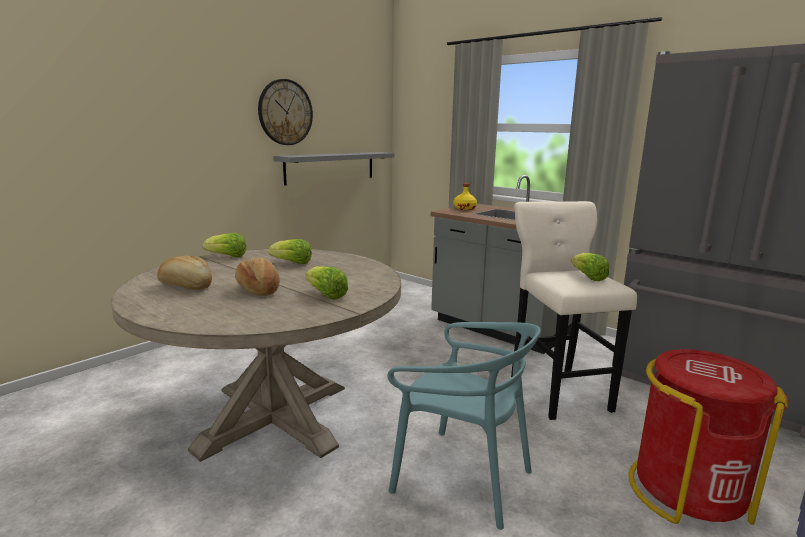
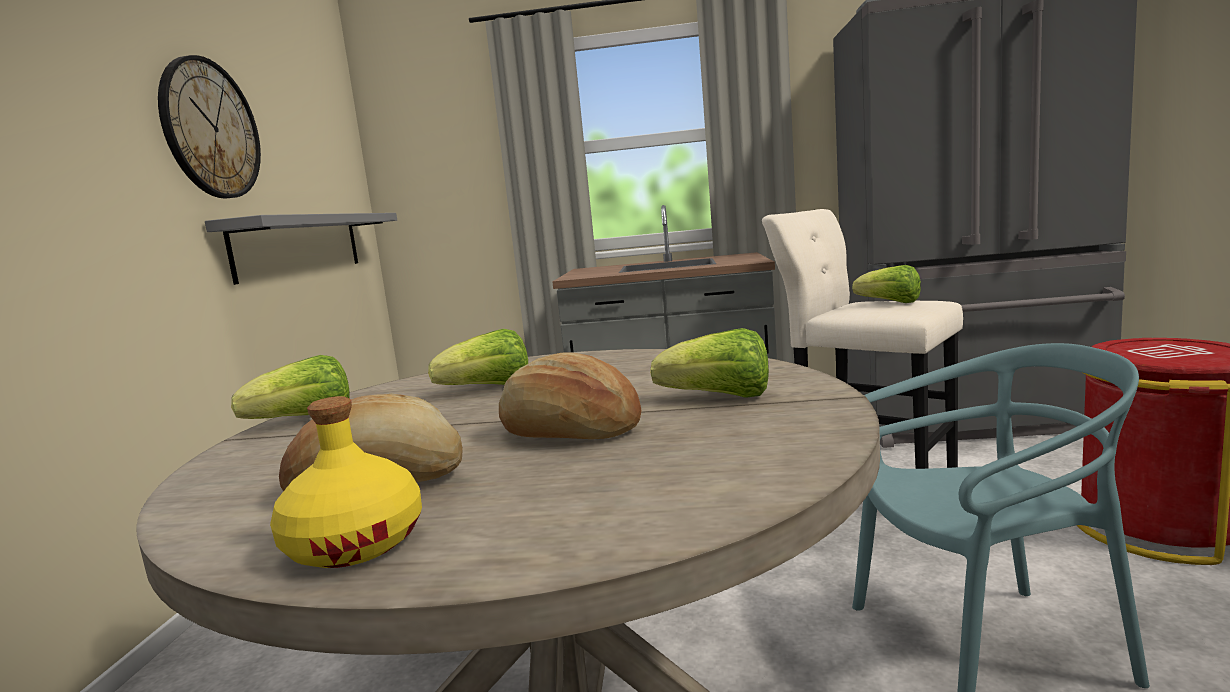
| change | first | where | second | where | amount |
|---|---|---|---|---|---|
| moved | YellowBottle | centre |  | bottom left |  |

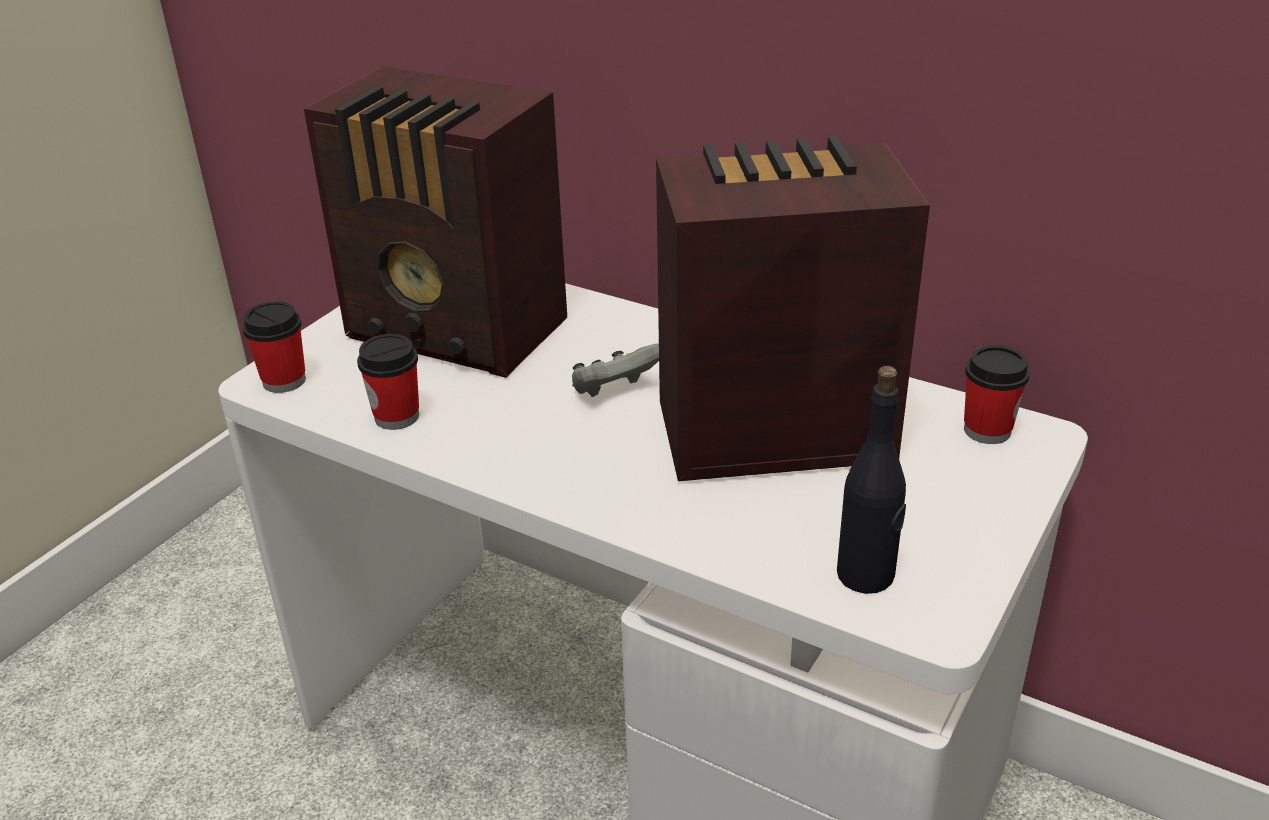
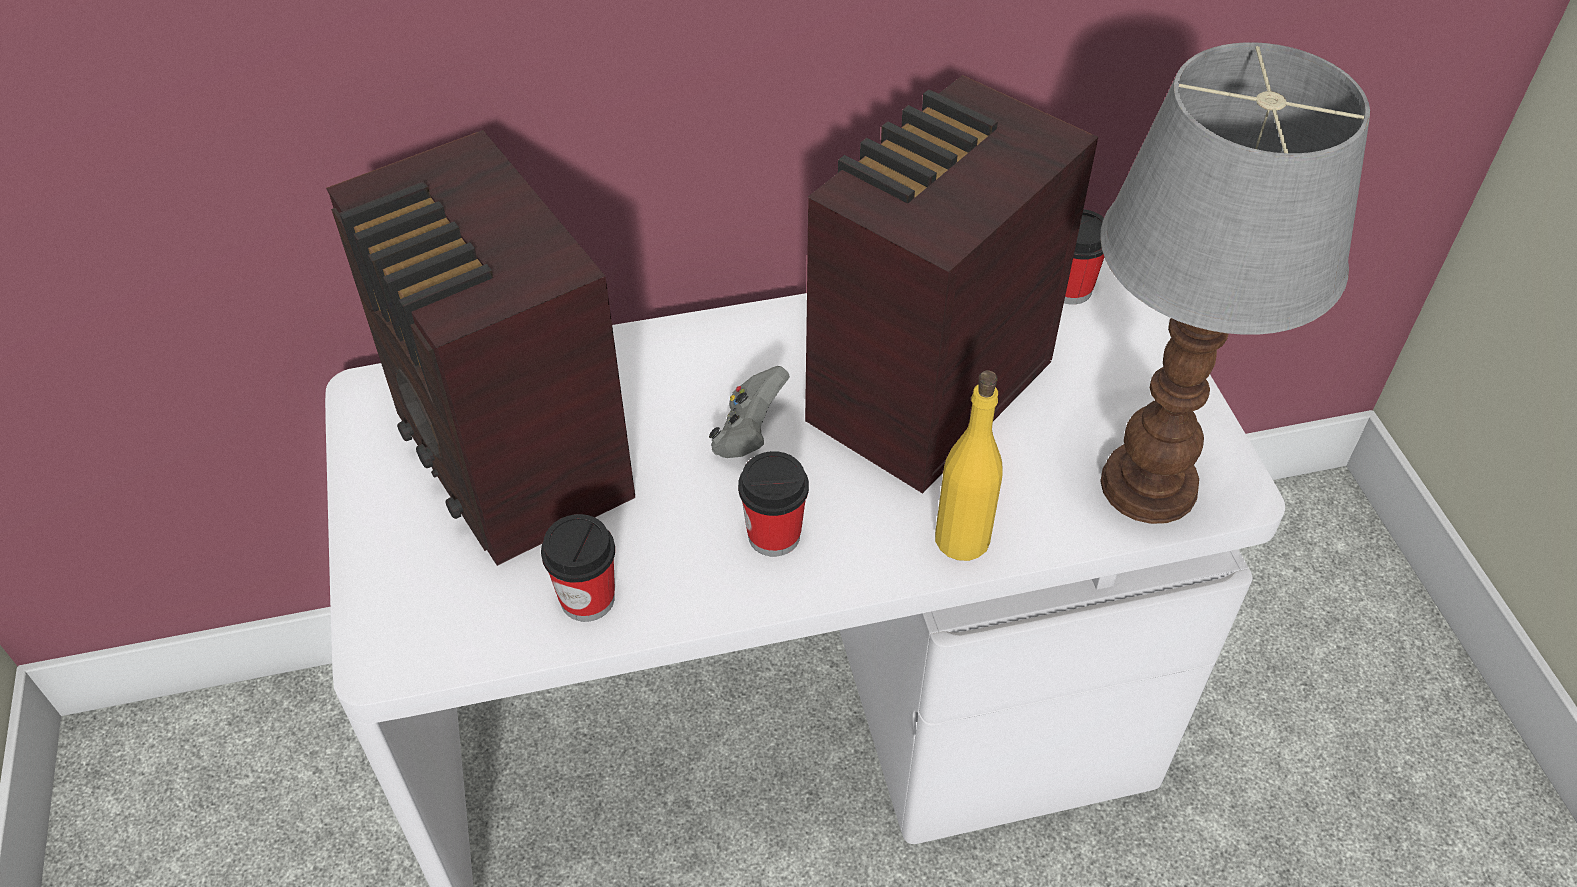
| change | first | where | second | where | amount |
|---|---|---|---|---|---|
| turned | Radio (1st from left) | top centre |  | middle left | 75 degrees clockwise |
| moved | Cup (1st from left in the first image) | middle left | Cup (2nd from left) | centre |  |
| added |  |  | YellowBottle | centre |  |
| replaced | BlackBottle | middle right | TableLamp | top right |  |

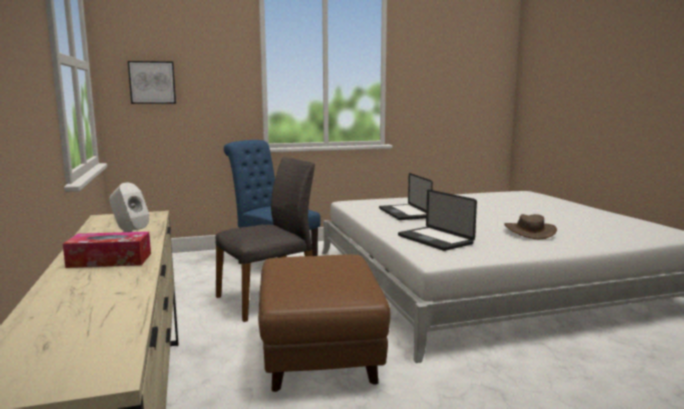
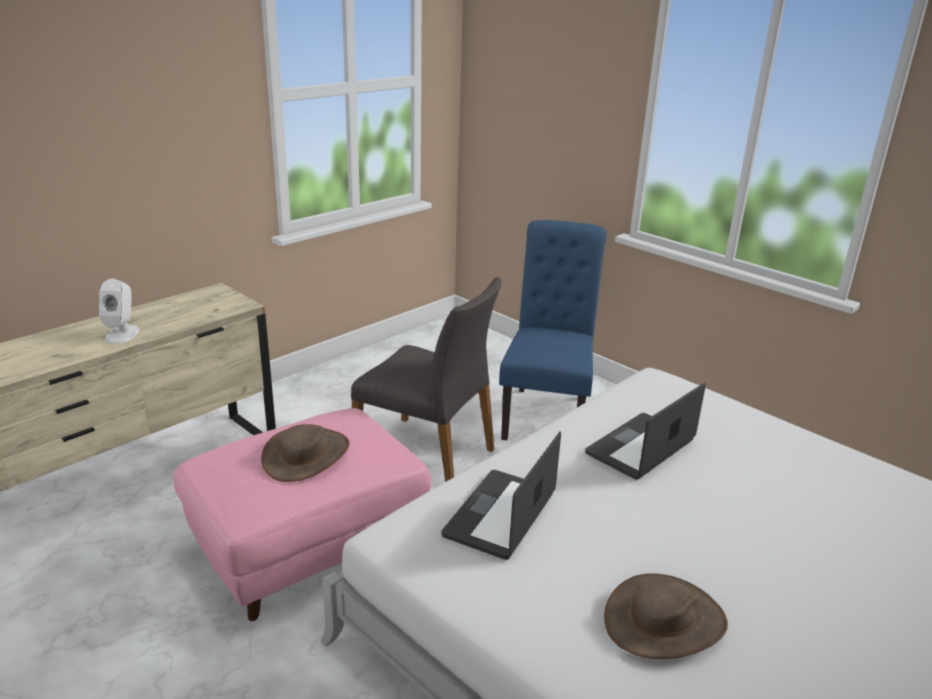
| change | first | where | second | where | amount |
|---|---|---|---|---|---|
| recoloured | BrownOttoman | bottom centre | PinkOttoman | bottom left |  |
| added |  |  | BrownHat (1st from left) | middle left |  |
| removed | TissueBox | middle left |  |  |  |
| removed | Picture | top left |  |  |  |

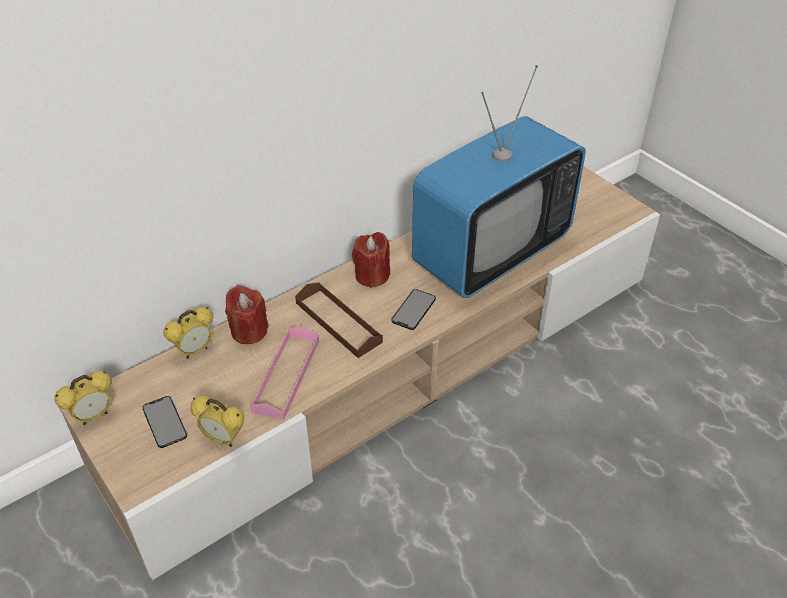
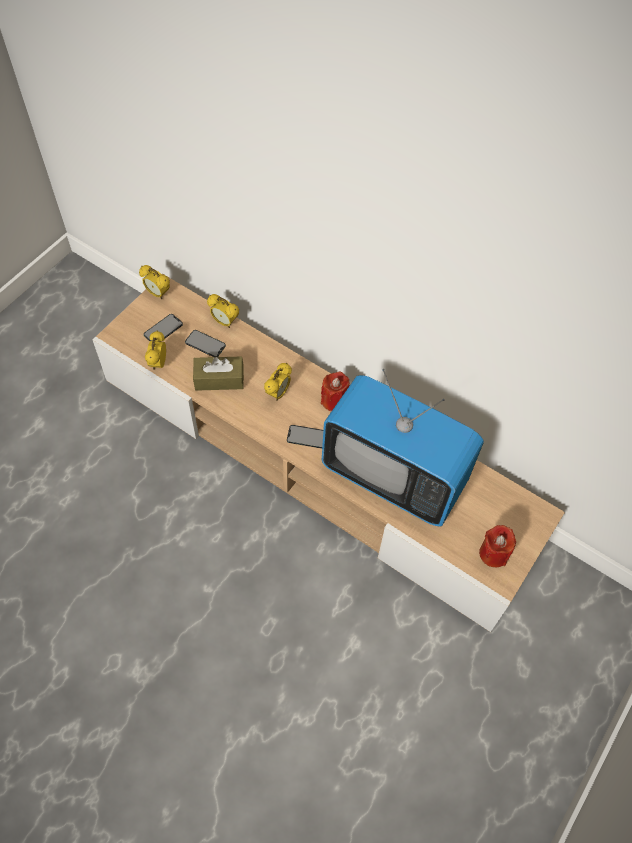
| change | first | where | second | where | amount |
|---|---|---|---|---|---|
| added |  |  | Phone (2nd from left) | middle left |  |
| replaced | PinkTray | centre | BrownTissueBox | centre |  |
| replaced | BrownTray | centre | AlarmClock (4th from left) | centre |  |
| moved | RedCandle (1st from left in the first image) | middle left | RedCandle (2nd from left) | middle right |  |

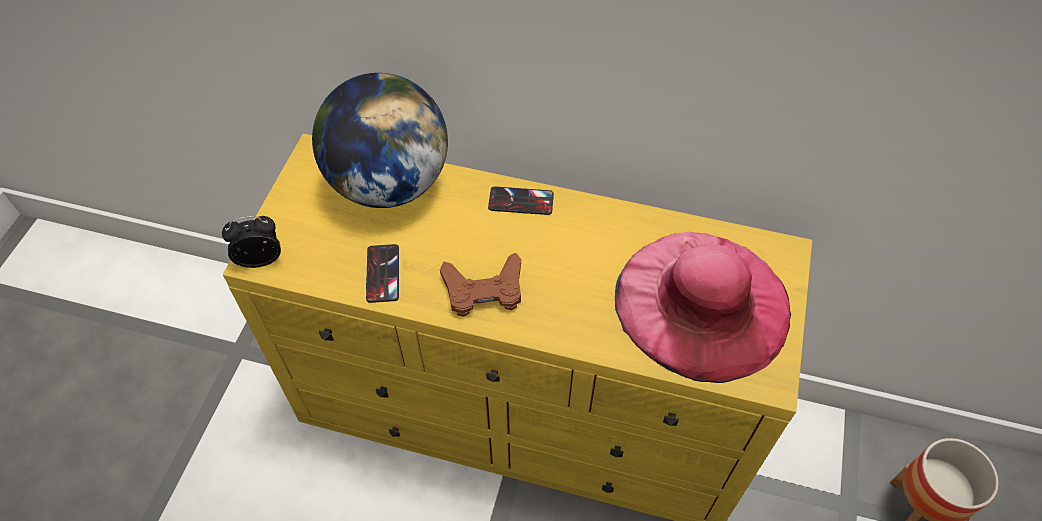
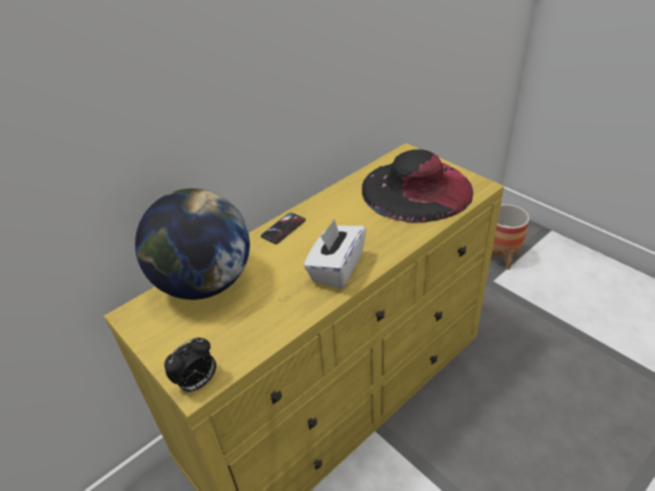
| change | first | where | second | where | amount |
|---|---|---|---|---|---|
| turned | AlarmClock | middle left |  | bottom left | 150 degrees counterclockwise |
| replaced | BrownGameController | centre | WhiteTissueBox | centre |  |
| recoloured | PinkHat | middle right | BlackHat | centre |  |
| removed | Phone (1st from left) | centre |  |  |  |

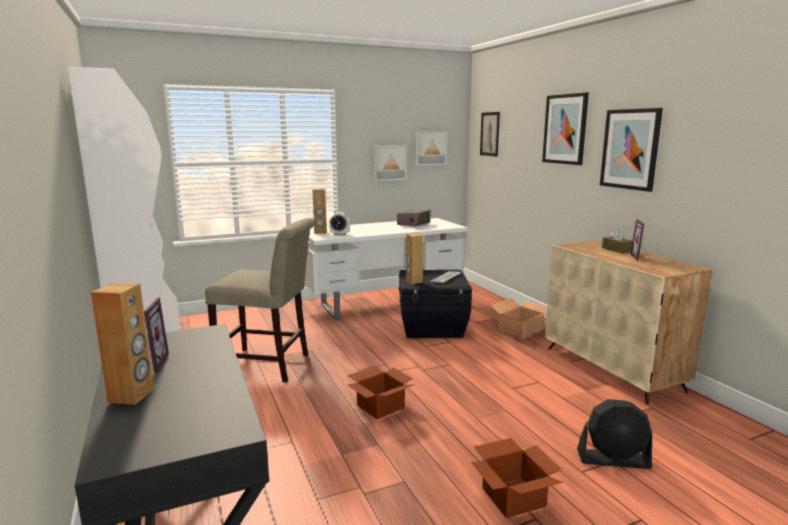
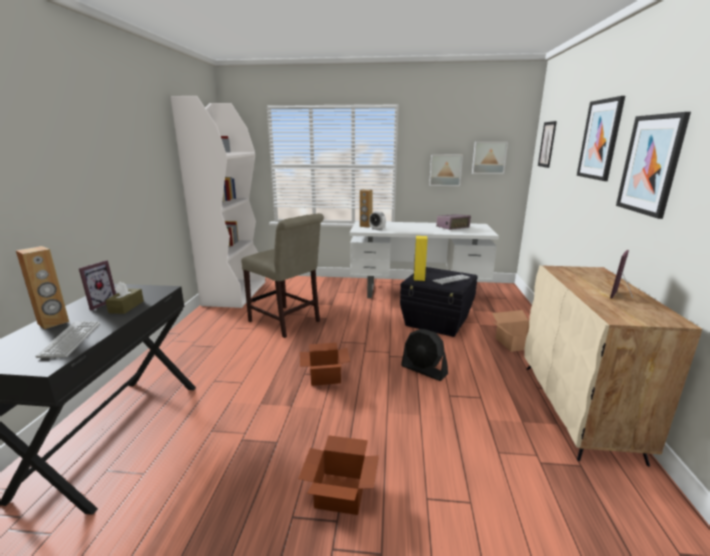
| change | first | where | second | where | amount |
|---|---|---|---|---|---|
| added |  |  | Keyboard (1st from left) | middle left |  |
| moved | BrownTissueBox | middle right |  | middle left |  |
| moved | BlackFan | bottom right |  | centre |  |
| recoloured | BrownSpeaker (3rd from left) | centre | YellowSpeaker | centre |  |

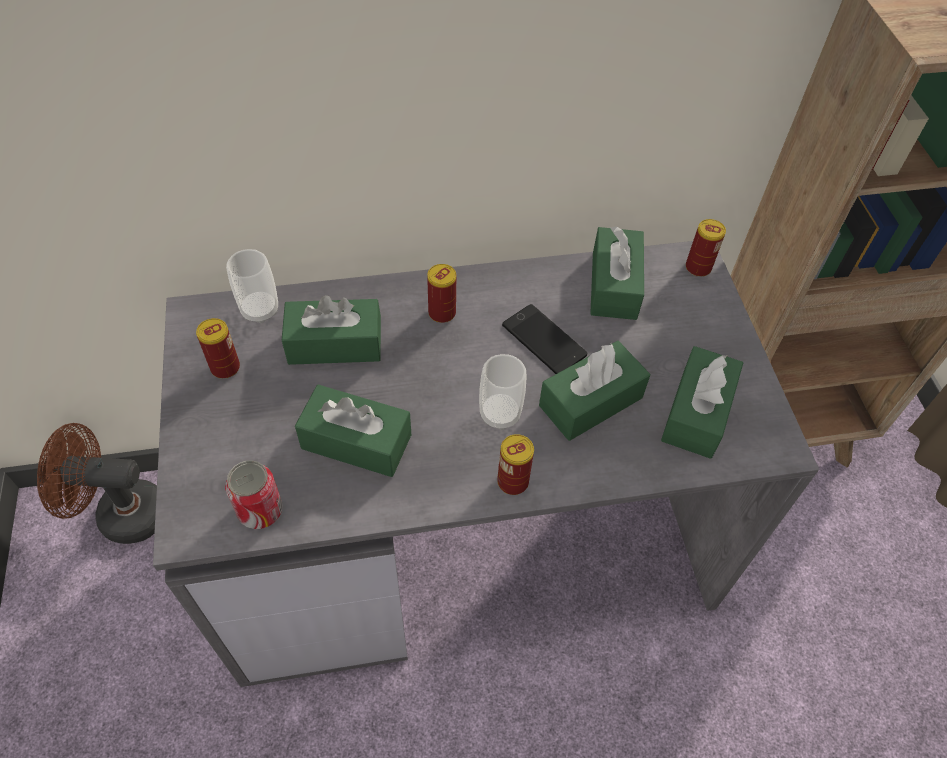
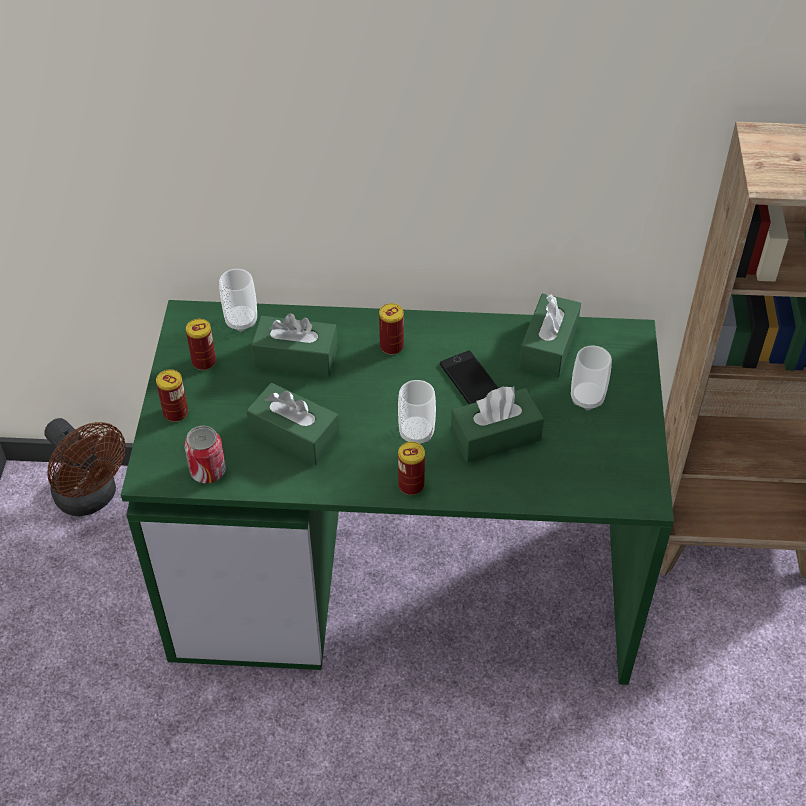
| change | first | where | second | where | amount |
|---|---|---|---|---|---|
| turned | BrownFan | middle left |  | middle left | 150 degrees counterclockwise |
| recoloured | GreyDesk | centre | GreenDesk | centre |  |
| moved | Can (5th from left in the first image) | top right | Can (1st from left) | middle left |  |
| added |  |  | Cup (3rd from left) | middle right |  |
| removed | GreenTissueBox (5th from left) | middle right |  |  |  |

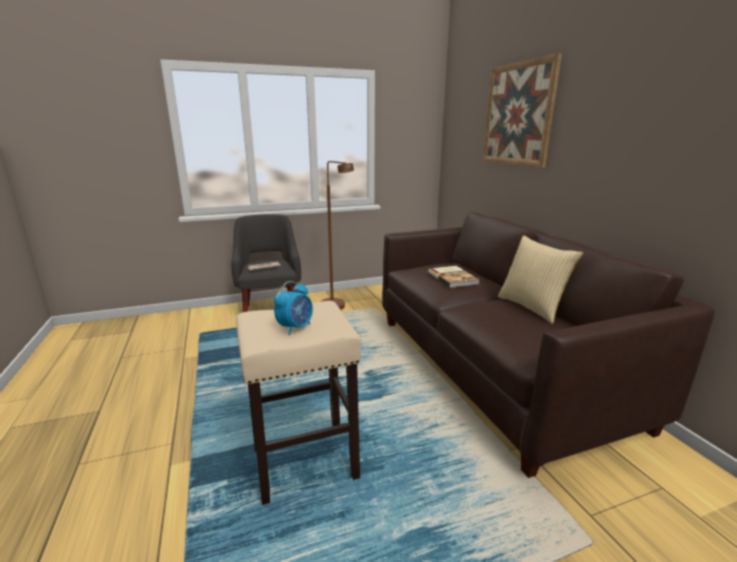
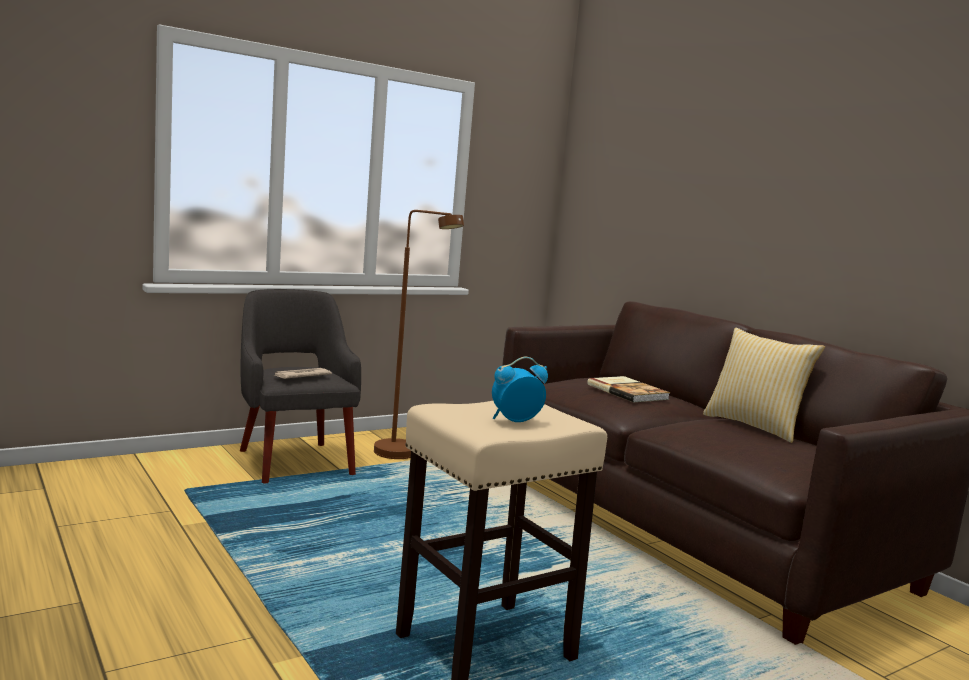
| change | first | where | second | where | amount |
|---|---|---|---|---|---|
| turned | AlarmClock | centre |  | centre | 135 degrees counterclockwise |
| removed | Picture | top right |  |  |  |

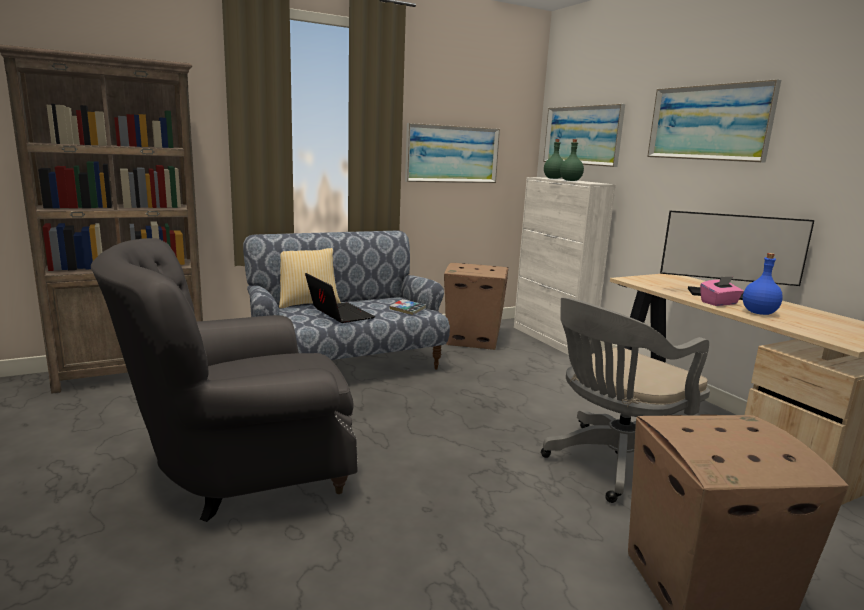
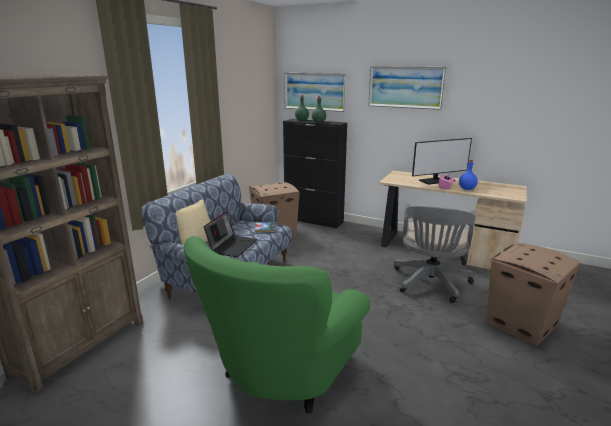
| change | first | where | second | where | amount |
|---|---|---|---|---|---|
| recoloured | GreyArmchair | middle left | GreenArmchair | bottom centre |  |
| turned | Laptop | centre |  | centre | 90 degrees clockwise |
| recoloured | WhiteCabinet | centre | BlackCabinet | centre |  |
| removed | Picture (1st from left) | top centre |  |  |  |

